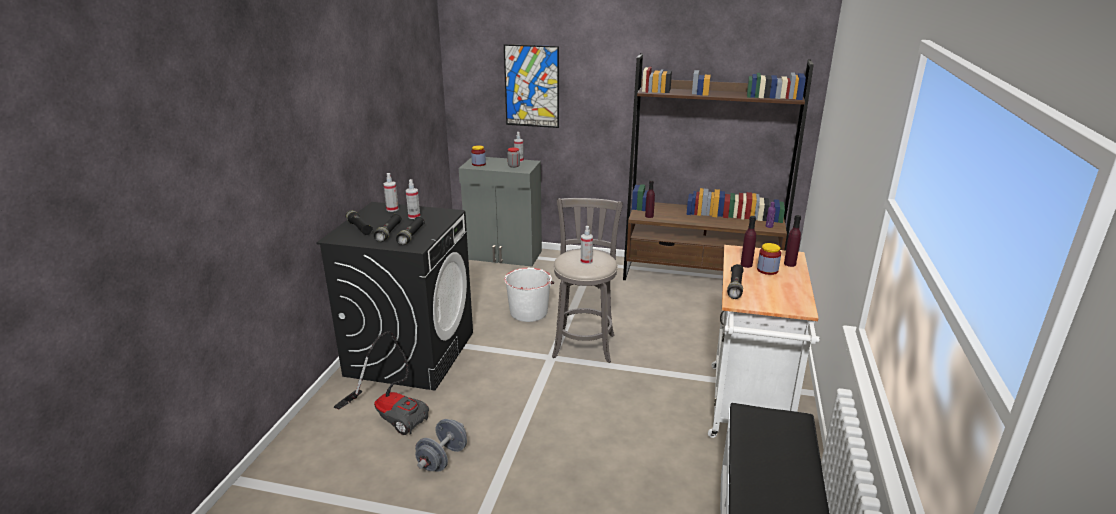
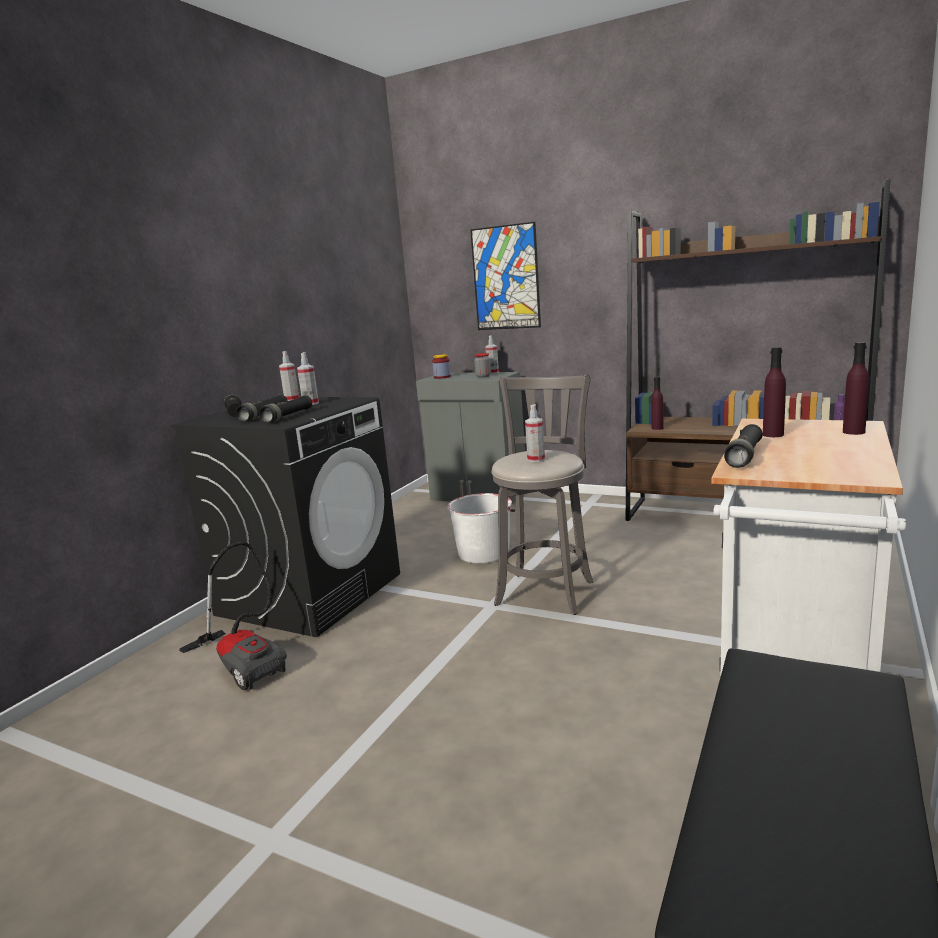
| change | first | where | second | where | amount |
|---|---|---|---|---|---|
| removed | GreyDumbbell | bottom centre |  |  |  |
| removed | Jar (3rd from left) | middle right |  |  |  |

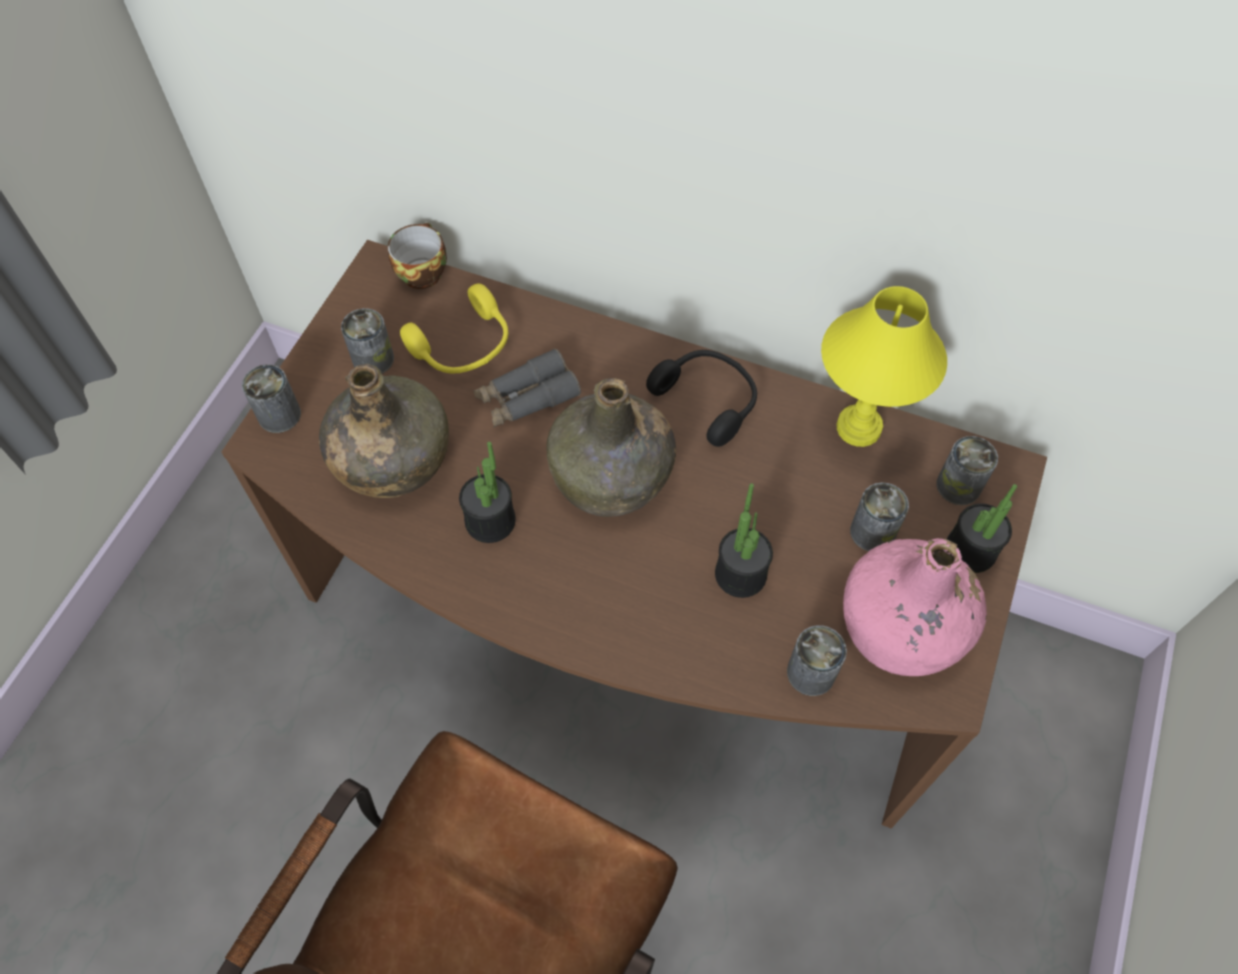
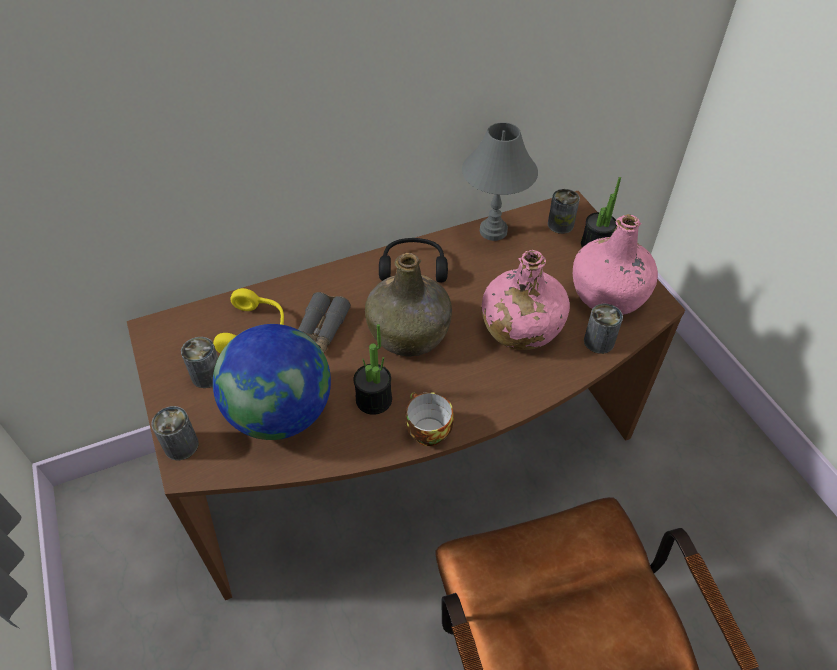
| change | first | where | second | where | amount |
|---|---|---|---|---|---|
| replaced | GreenBottle (1st from left) | middle left | Globe | middle left |  |
| moved | Cup | top centre |  | centre |  |
| recoloured | YellowTableLamp | middle right | GreyTableLamp | top centre |  |
| replaced | PottedPlant (2nd from left) | centre | PinkBottle (1st from left) | centre |  |
| removed | Can (4th from left) | middle right |  |  |  |

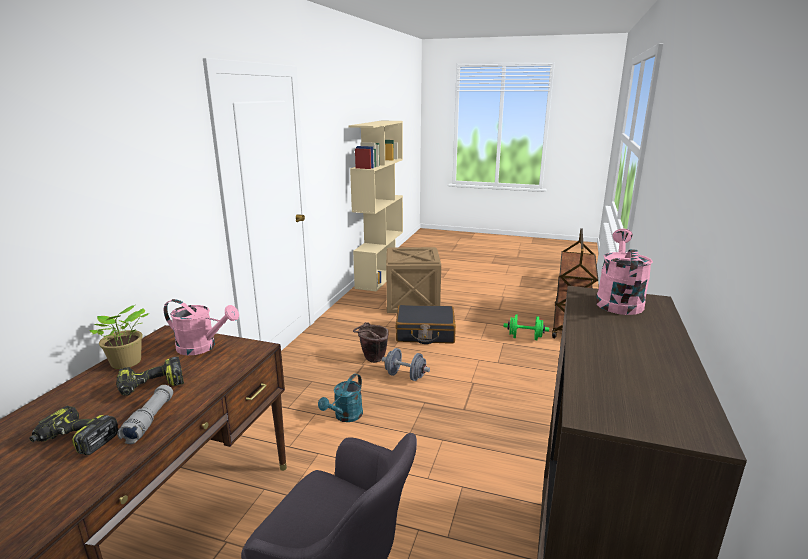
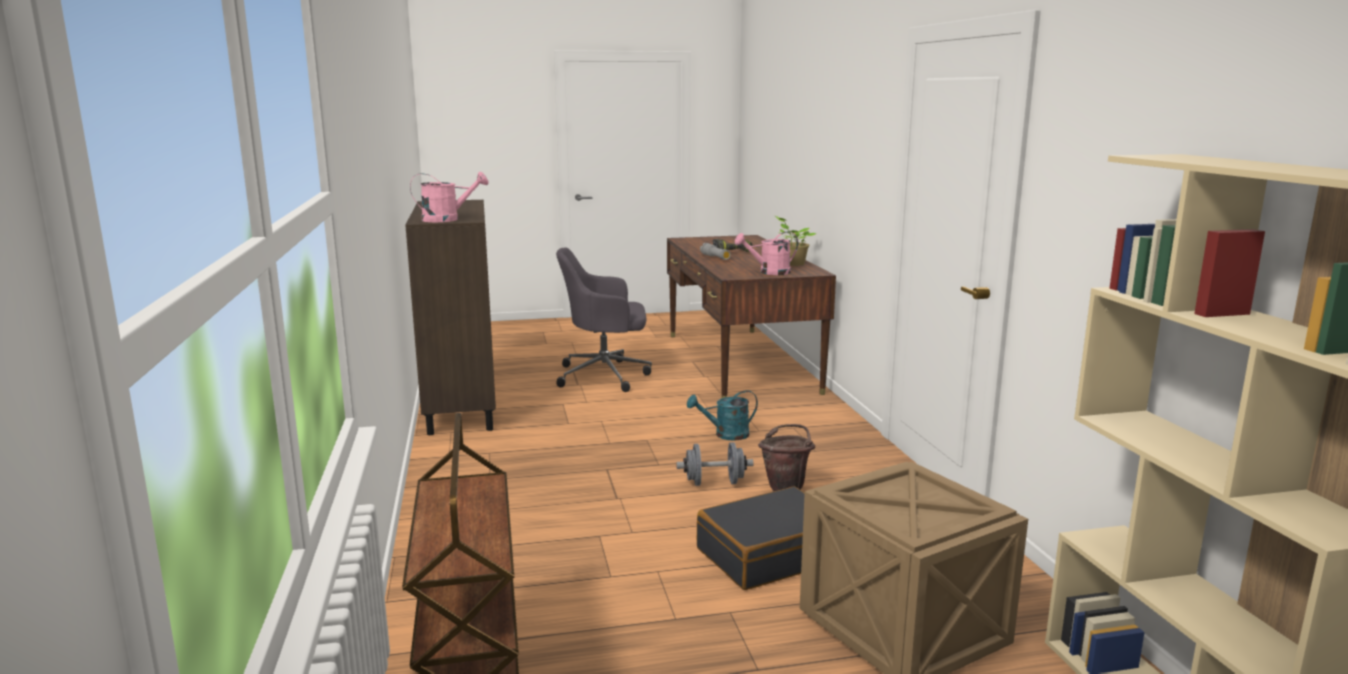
| change | first | where | second | where | amount |
|---|---|---|---|---|---|
| turned | PinkWateringCan (2nd from left in the first image) | middle right | PinkWateringCan (1st from left) | top left | 90 degrees counterclockwise |
| turned | TurquoiseWateringCan | bottom centre |  | centre | 105 degrees counterclockwise |
| removed | PowerDrill (2nd from left) | bottom left |  |  |  |
| removed | GreenDumbbell | centre |  |  |  |

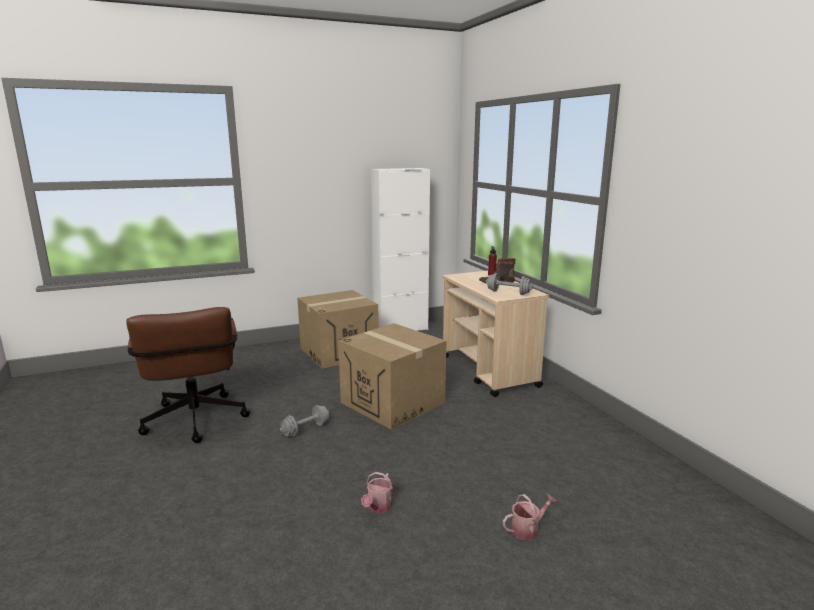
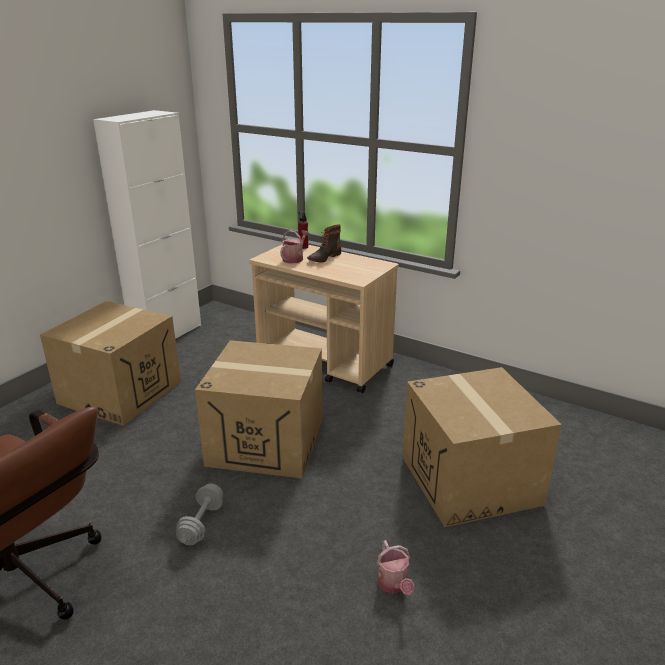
| change | first | where | second | where | amount |
|---|---|---|---|---|---|
| moved | WateringCan (2nd from left in the first image) | bottom centre | WateringCan (1st from left) | centre |  |
| added |  |  | CardboardBox (3rd from left) | bottom right |  |
| removed | GreyDumbbell (2nd from left) | centre |  |  |  |

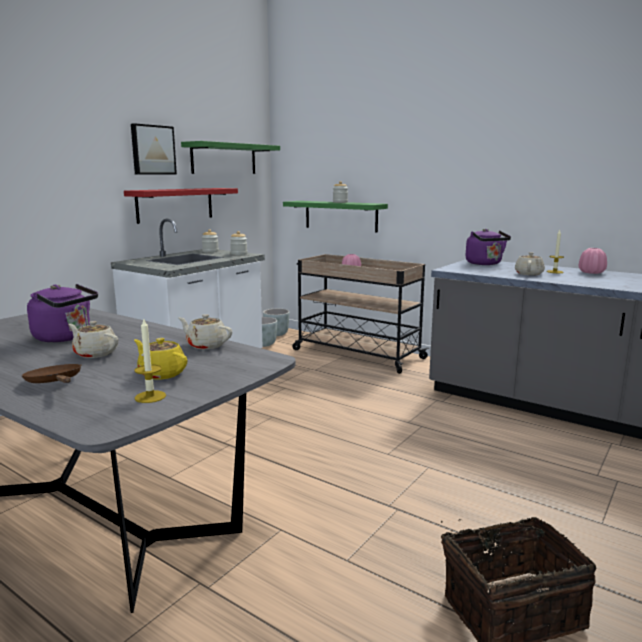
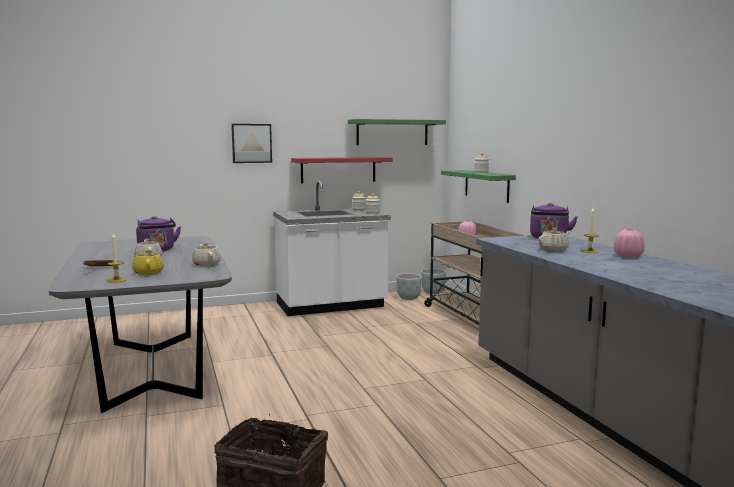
| change | first | where | second | where | amount |
|---|---|---|---|---|---|
| moved | Picture | top left |  | top centre |  |

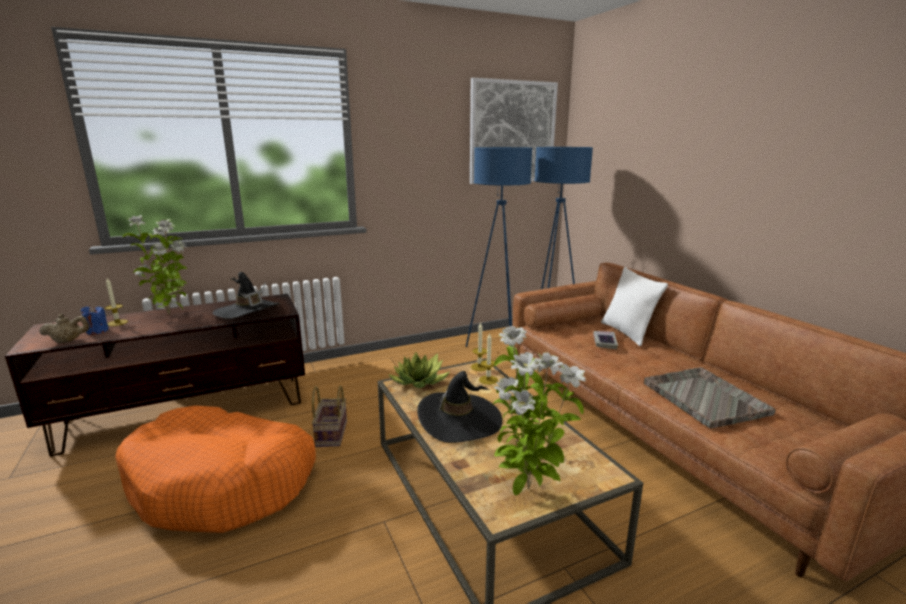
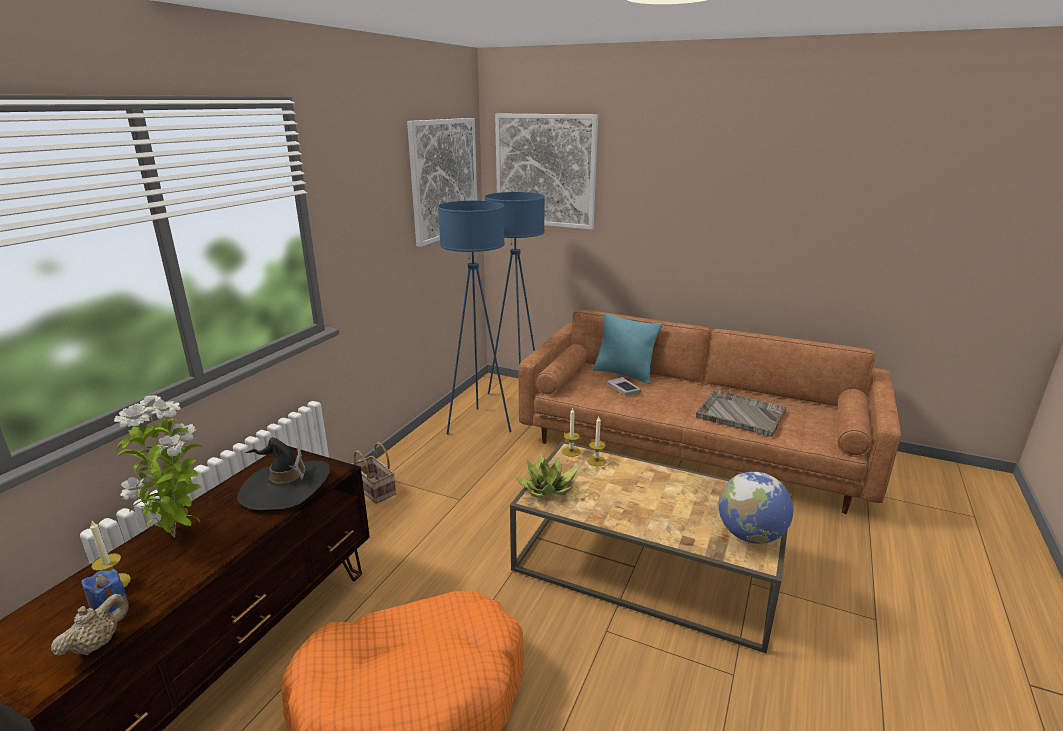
| change | first | where | second | where | amount |
|---|---|---|---|---|---|
| moved | Basket | bottom centre |  | centre |  |
| added |  |  | Picture (2nd from left) | top centre |  |
| recoloured | WhitePillow | middle right | TurquoisePillow | centre |  |
| replaced | PottedPlant (3rd from left) | bottom centre | Globe | bottom right |  |
| removed | BlackHat (2nd from left) | bottom centre |  |  |  |

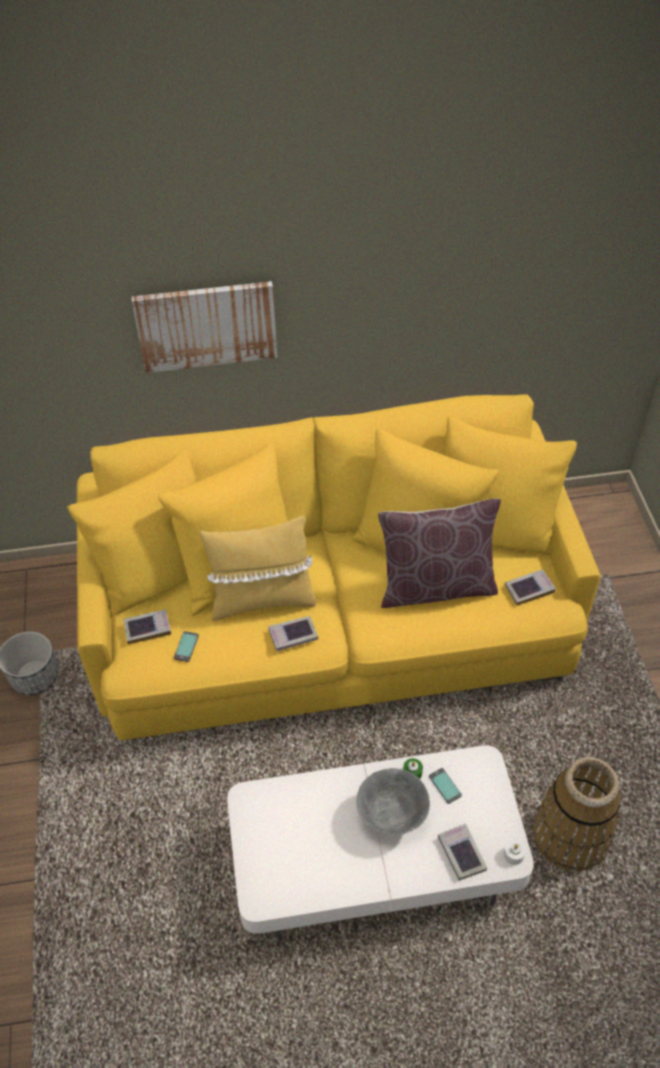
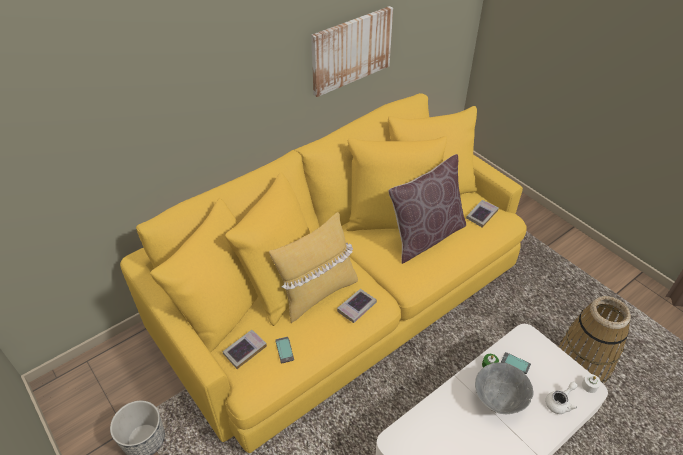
| change | first | where | second | where | amount |
|---|---|---|---|---|---|
| moved | Picture | top left |  | top centre |  |
| replaced | Book (3rd from left) | bottom right | WhiteTeapot | bottom right |  |

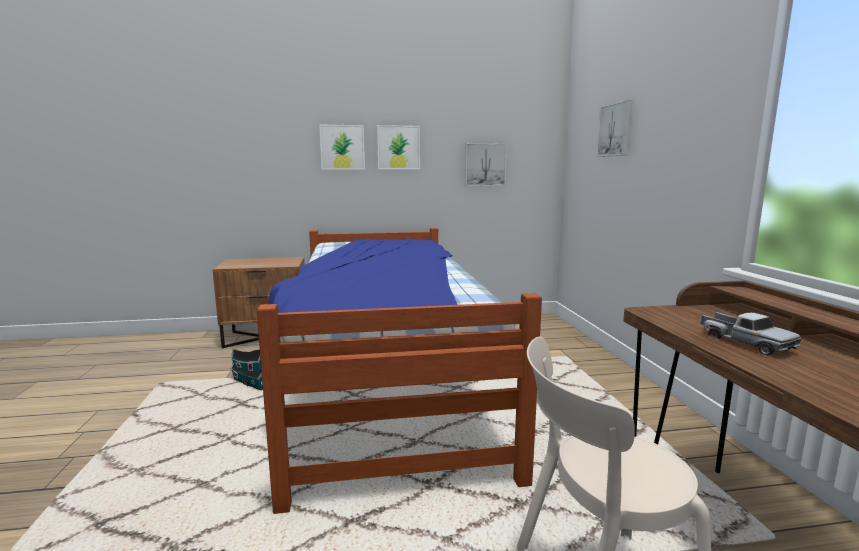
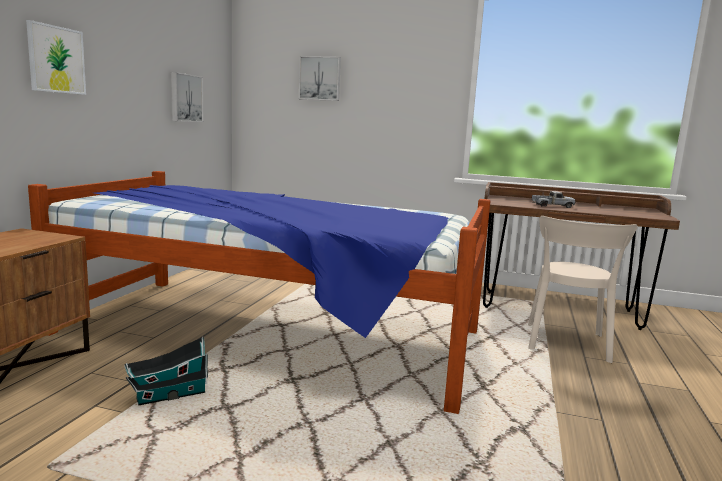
| change | first | where | second | where | amount |
|---|---|---|---|---|---|
| removed | Picture (2nd from left) | top centre |  |  |  |

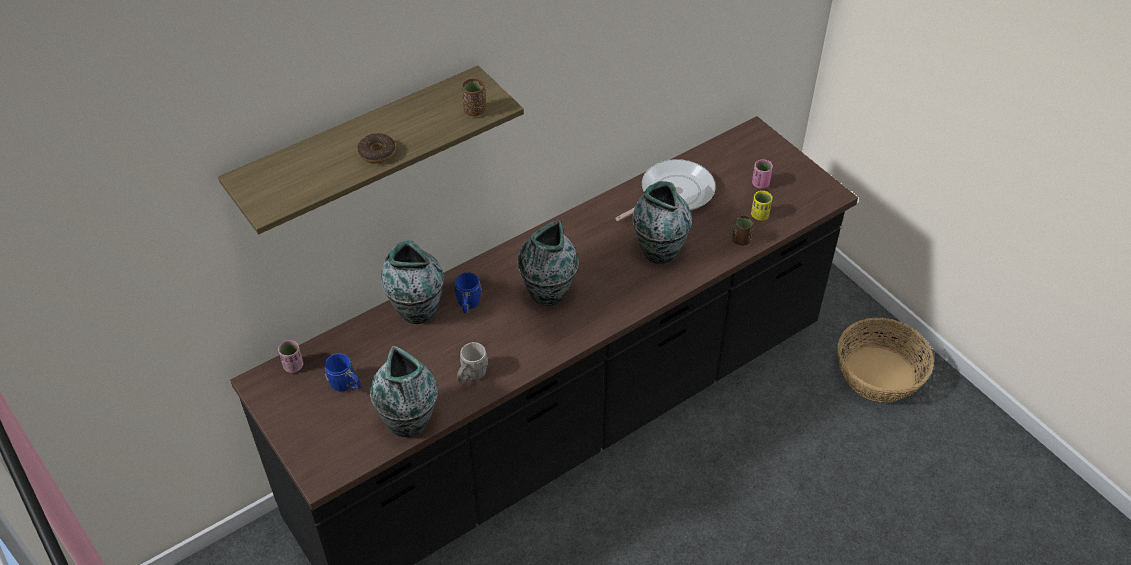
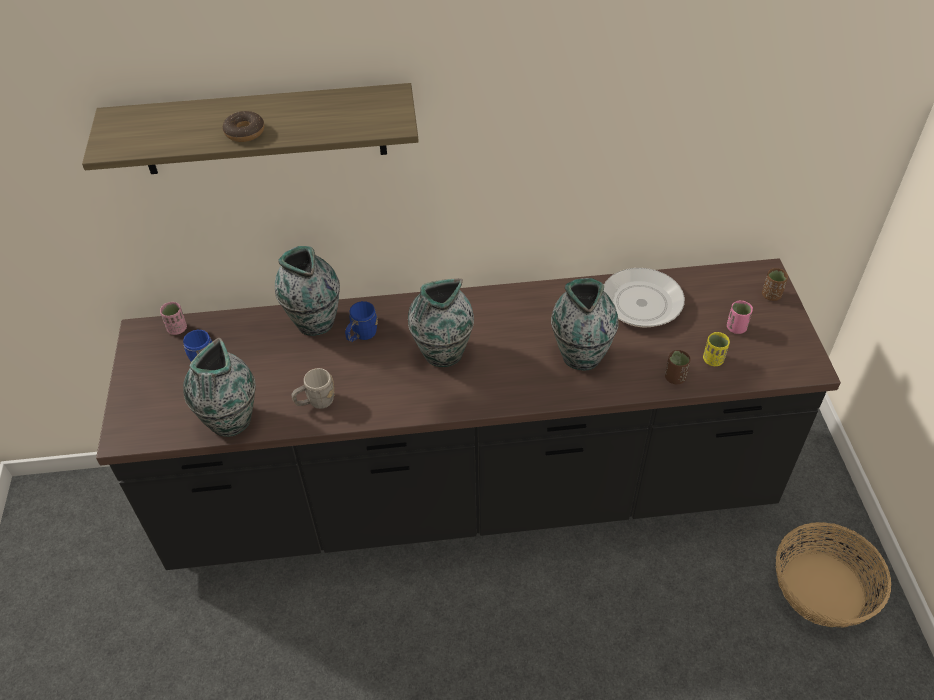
| change | first | where | second | where | amount |
|---|---|---|---|---|---|
| moved | BrownCup (1st from left in the first image) | top centre | BrownCup (2nd from left) | middle right |  |

